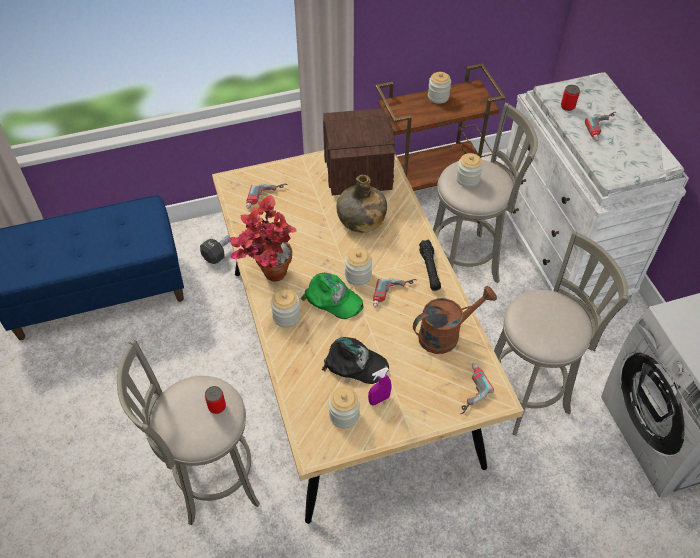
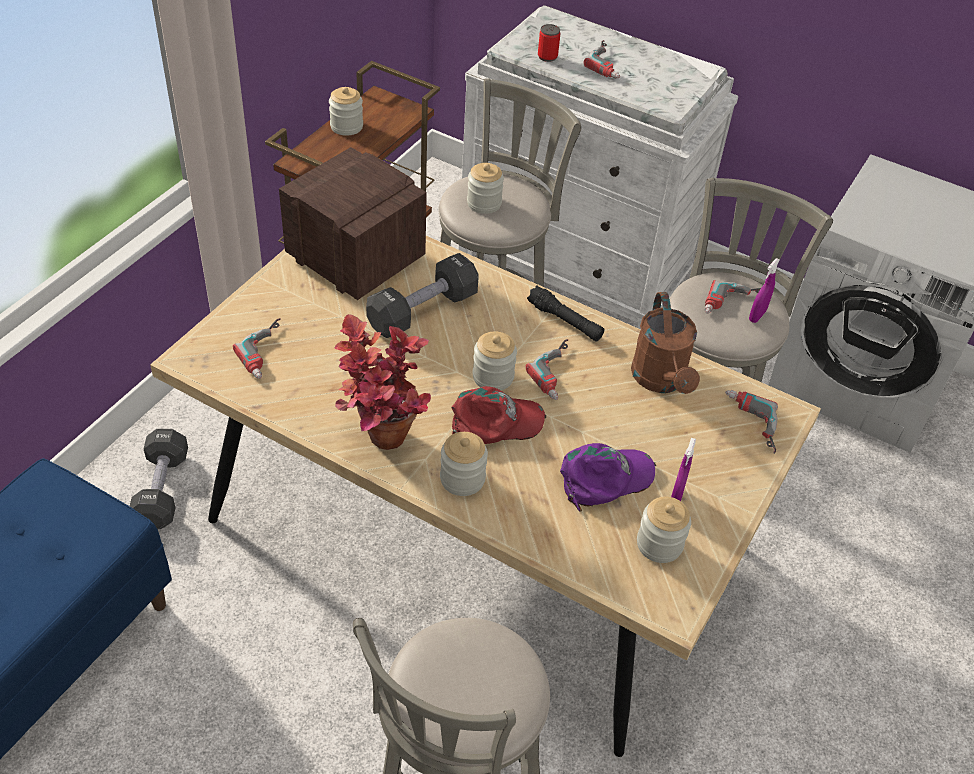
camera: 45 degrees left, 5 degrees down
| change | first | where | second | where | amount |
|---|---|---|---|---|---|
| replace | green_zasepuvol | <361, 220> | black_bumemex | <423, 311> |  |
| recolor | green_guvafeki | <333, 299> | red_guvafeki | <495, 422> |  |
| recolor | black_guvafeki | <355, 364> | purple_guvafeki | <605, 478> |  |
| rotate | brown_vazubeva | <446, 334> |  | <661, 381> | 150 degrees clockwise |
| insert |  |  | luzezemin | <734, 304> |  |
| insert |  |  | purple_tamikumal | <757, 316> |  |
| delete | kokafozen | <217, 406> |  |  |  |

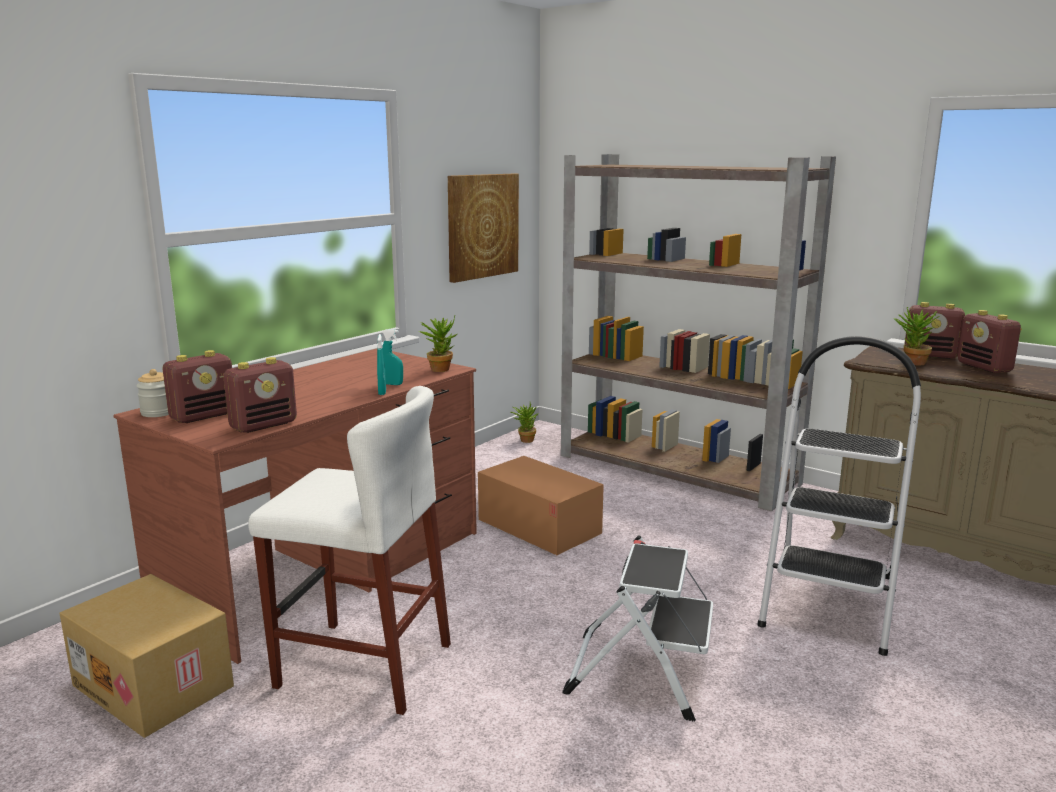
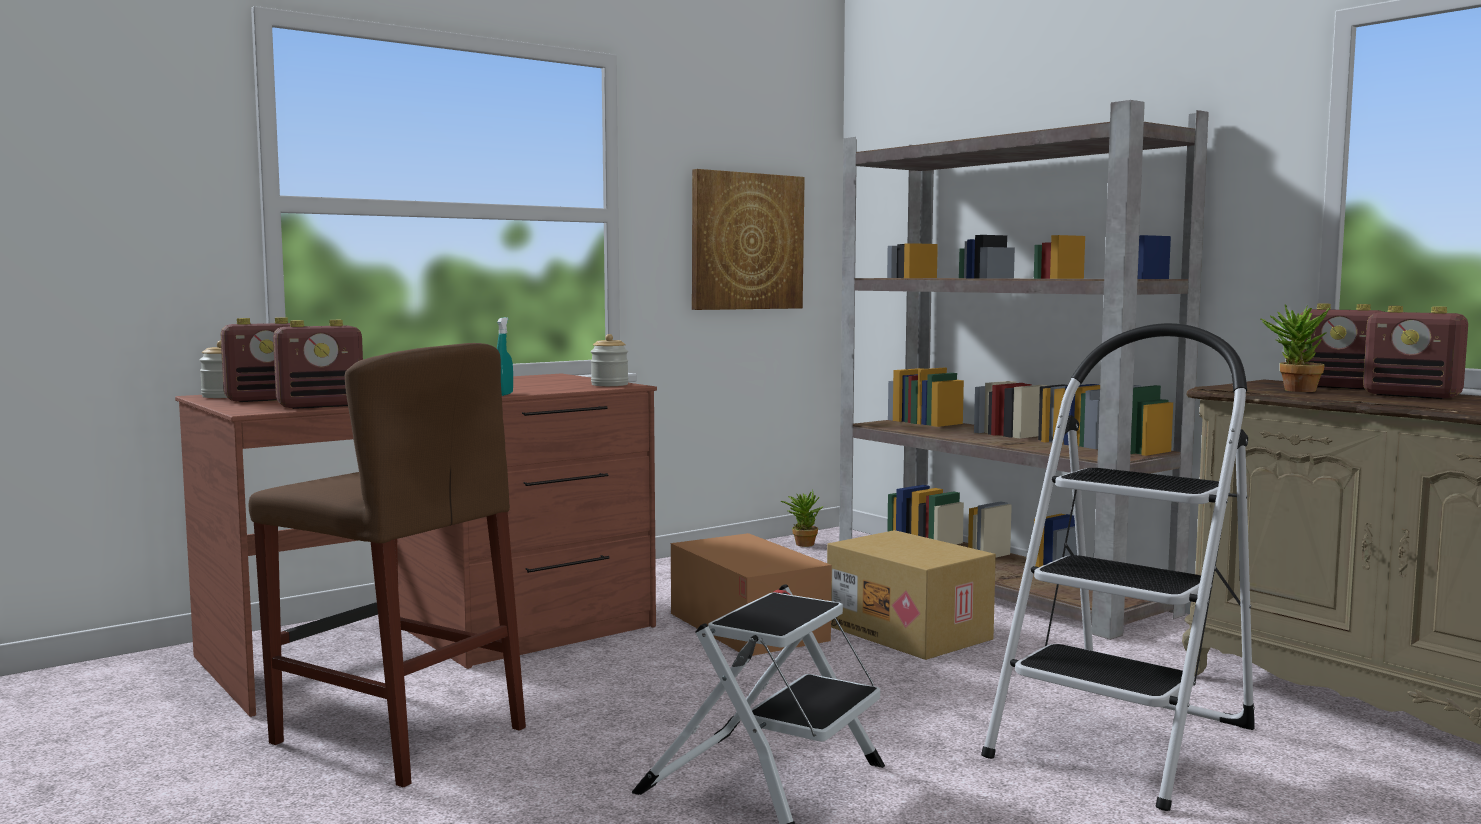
camera: 15 degrees right, 10 degrees down
| change | first | where | second | where | amount |
|---|---|---|---|---|---|
| recolor | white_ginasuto | <364, 665> | brown_ginasuto | <398, 735> |  |
| replace | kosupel | <440, 368> | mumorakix | <609, 385> |  |
| move | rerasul | <156, 685> |  | <911, 632> |  |
| rotate | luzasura | <985, 368> |  | <1413, 396> | 45 degrees counterclockwise |
| delete | turquoise_tamikumal | <392, 384> |  |  |  |

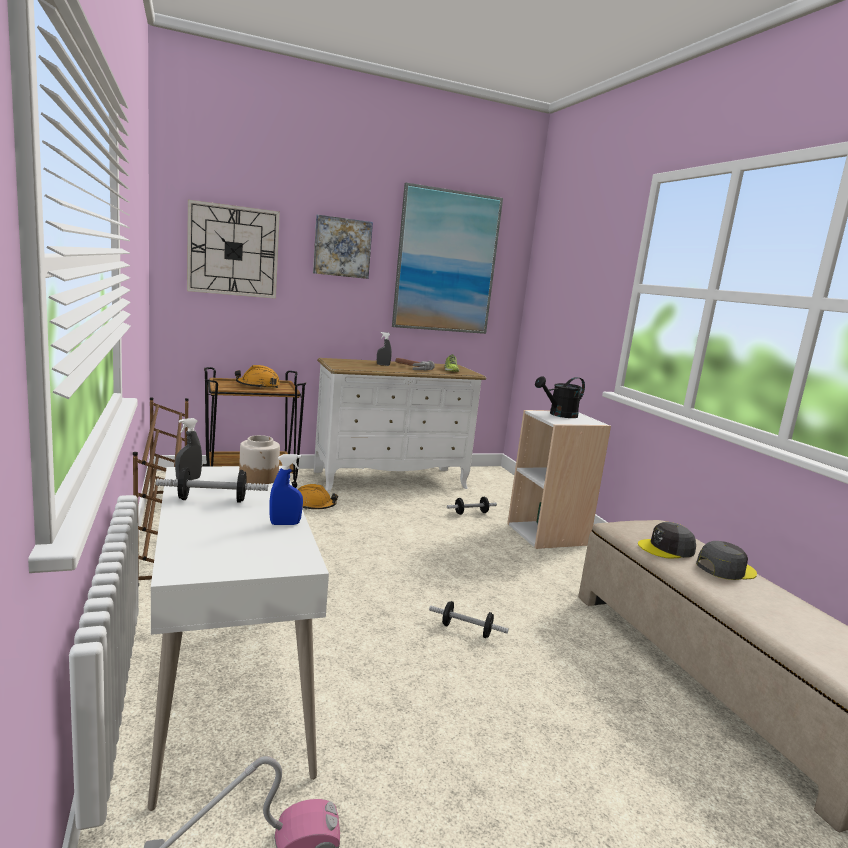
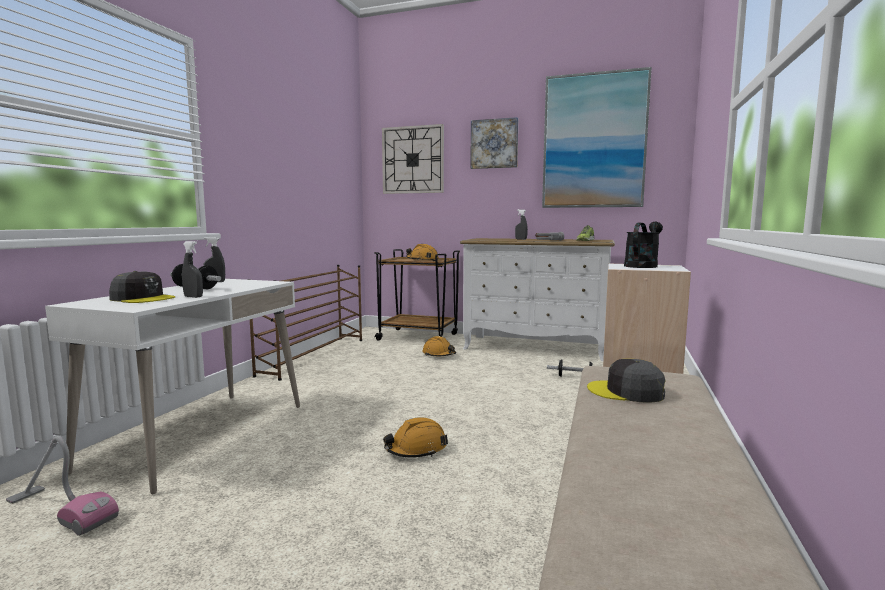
camera: 40 degrees right, 5 degrees down
| change | first | where | second | where | amount |
|---|---|---|---|---|---|
| move | grey_guvafeki | <725, 568> |  | <143, 298> |  |
| recolor | blue_tamikumal | <285, 524> | grey_tamikumal | <193, 297> |  |
| replace | bumemex | <466, 630> | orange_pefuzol | <416, 449> |  |
| rotate | black_vazubeva | <559, 415> |  | <642, 266> | 120 degrees clockwise |
| delete | mumorakix | <259, 478> |  |  |  |

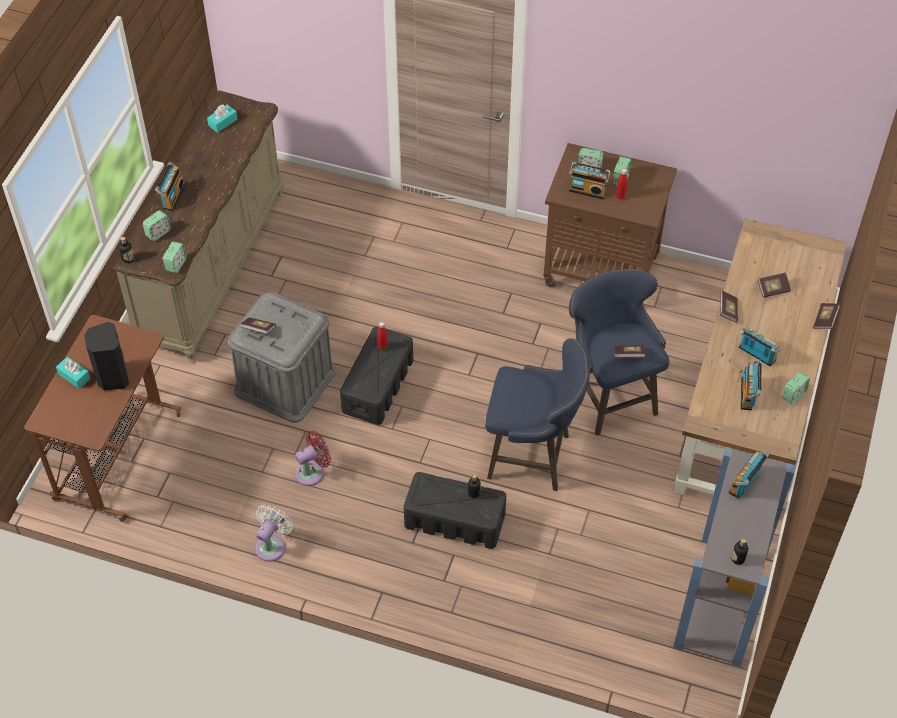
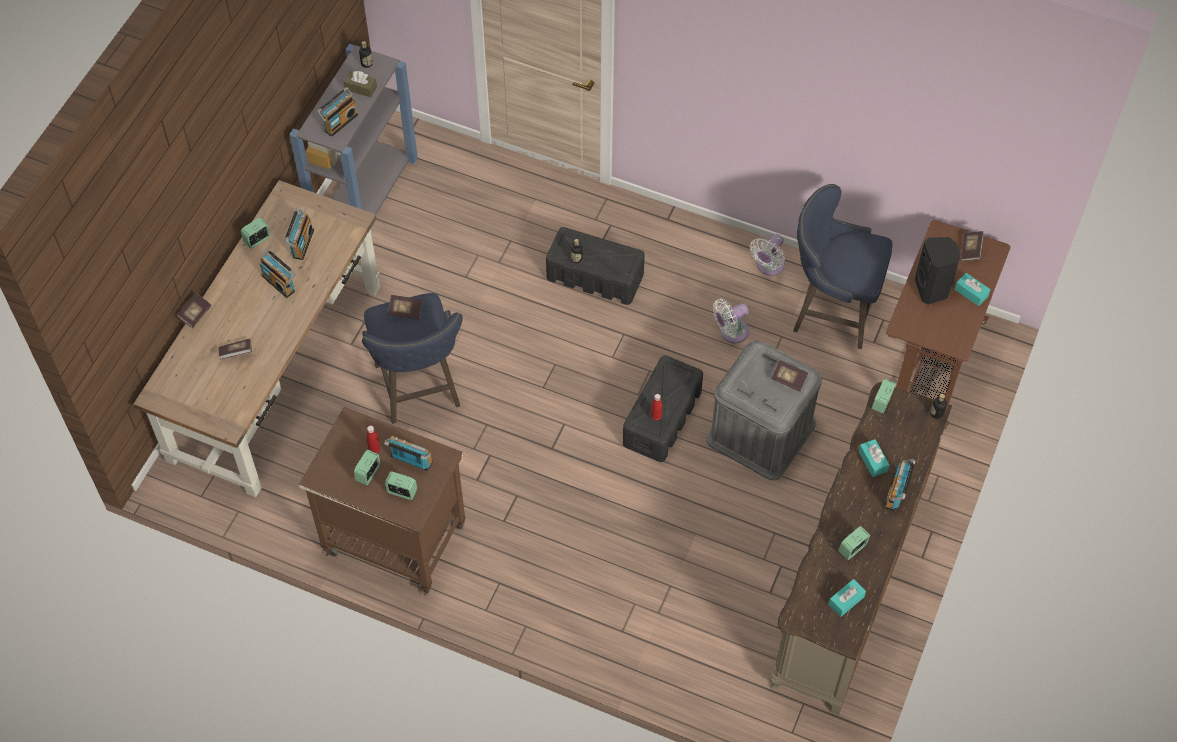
camera: 175 degrees left, 5 degrees up
| change | first | where | second | where | amount |
|---|---|---|---|---|---|
| insert |  |  | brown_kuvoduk | <360, 88> |  |
| recolor | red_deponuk | <312, 472> | white_deponuk | <731, 332> |  |
| move | blue_ginasuto | <533, 457> |  | <830, 311> |  |
| move | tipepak | <158, 233> |  | <852, 549> |  |
| insert |  |  | turquoise_kuvoduk | <873, 461> |  |
| move | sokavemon | <728, 311> |  | <970, 250> |  |

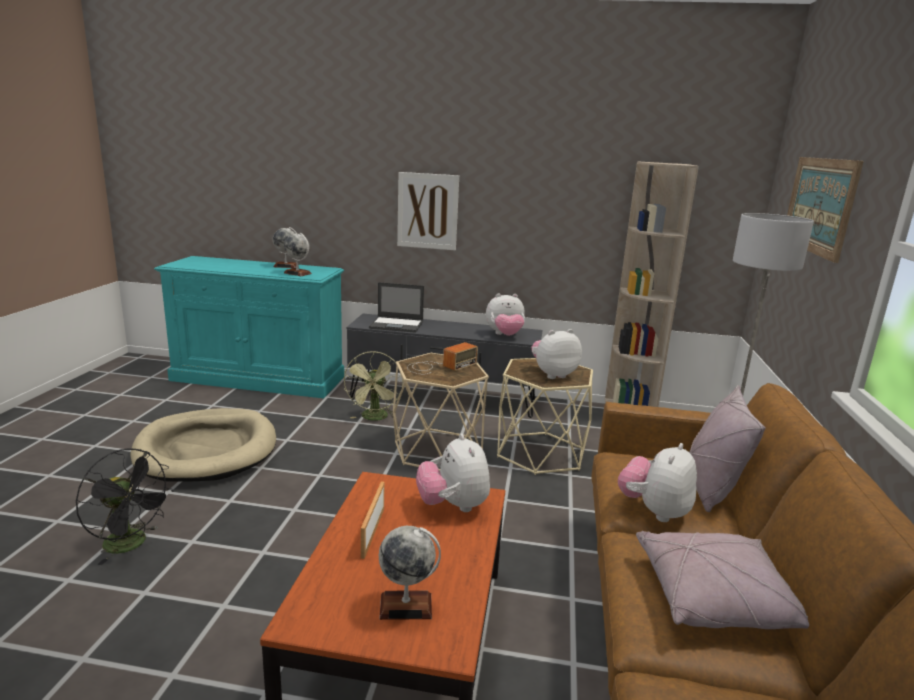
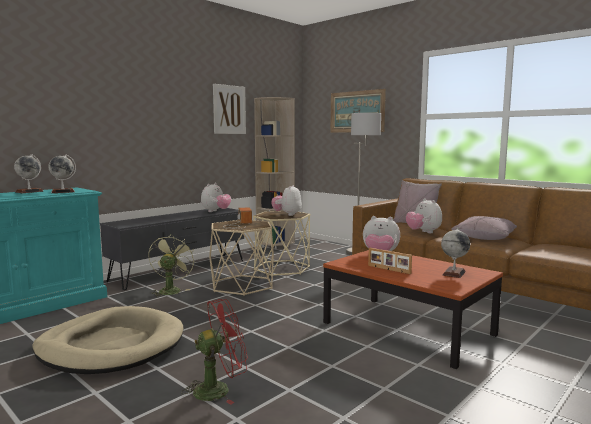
camera: 55 degrees left, 10 degrees down
| change | first | where | second | where | amount |
|---|---|---|---|---|---|
| rotate | green_deponuk | <375, 418> |  | <170, 290> | 120 degrees counterclockwise |
| recolor | black_deponuk | <132, 544> | red_deponuk | <219, 389> |  |
| move | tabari | <427, 211> |  | <229, 109> |  |
| delete | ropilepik | <397, 325> |  |  |  |

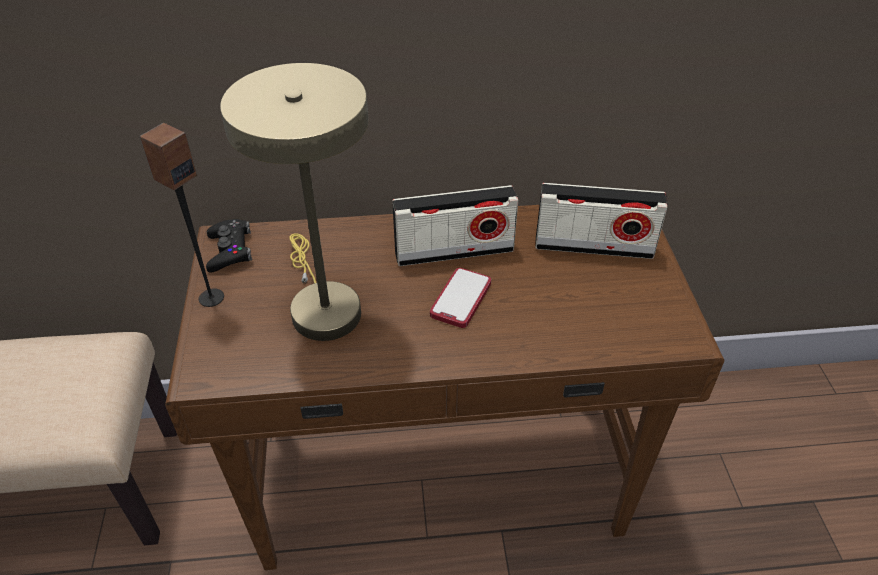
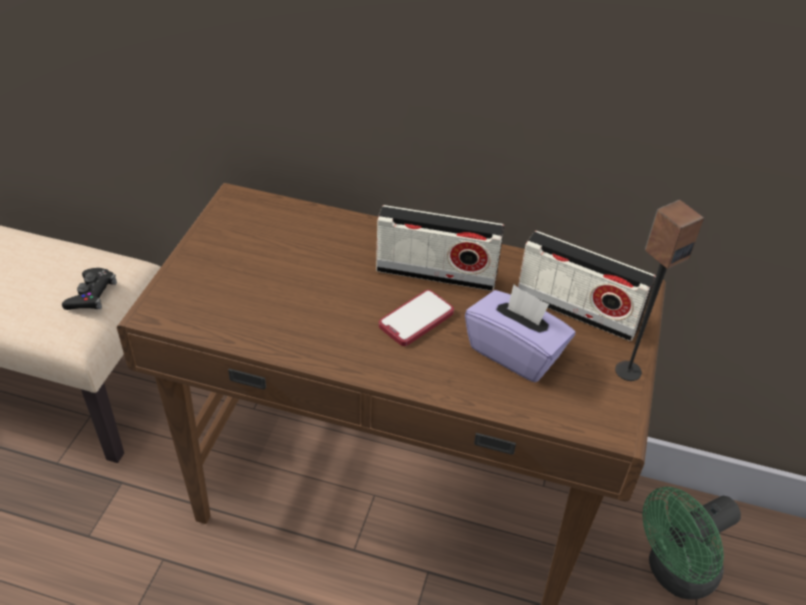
camera: 20 degrees right, 0 degrees up
| change | first | where | second | where | amount |
|---|---|---|---|---|---|
| move | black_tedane | <230, 250> |  | <91, 294> |  |
| insert |  |  | purple_kuvoduk | <515, 352> |  |
| move | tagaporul | <211, 297> |  | <627, 370> |  |
| insert |  |  | green_deponuk | <674, 574> |  |
| delete | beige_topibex | <321, 306> |  |  |  |

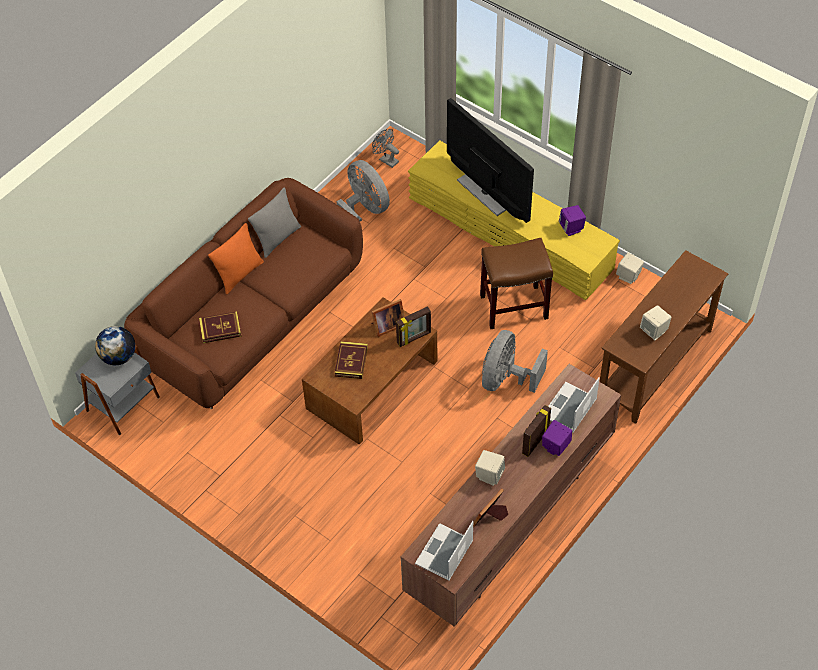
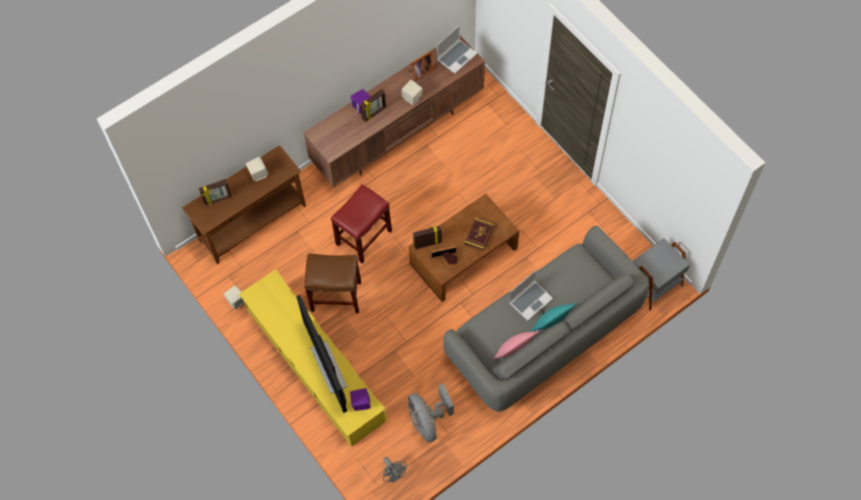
camera: 165 degrees left, 10 degrees up
| change | first | where | second | where | amount |
|---|---|---|---|---|---|
| insert |  |  | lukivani | <218, 199> |  |
| replace | grey_deponuk | <506, 379> | red_ginasuto | <364, 237> |  |
| move | purple_tagaporul | <571, 228> |  | <361, 403> |  |
| recolor | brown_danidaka | <252, 320> | grey_danidaka | <544, 334> |  |
| recolor | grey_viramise | <278, 238> | pink_viramise | <513, 352> |  |
| move | ropilepik | <569, 409> |  | <530, 300> |  |
| recolor | orange_viramise | <240, 274> | turquoise_viramise | <551, 324> |  |
| delete | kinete | <119, 357> |  |  |  |
| delete | sokavemon | <220, 329> |  |  |  |

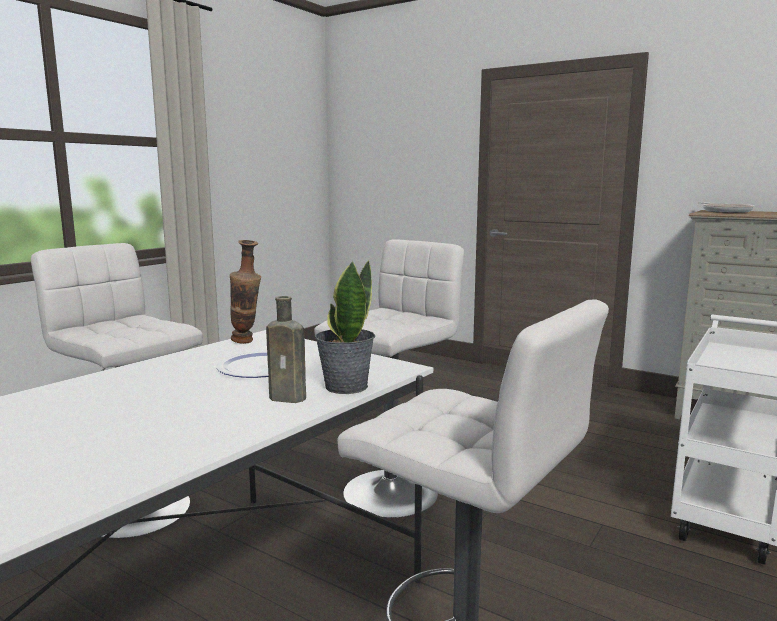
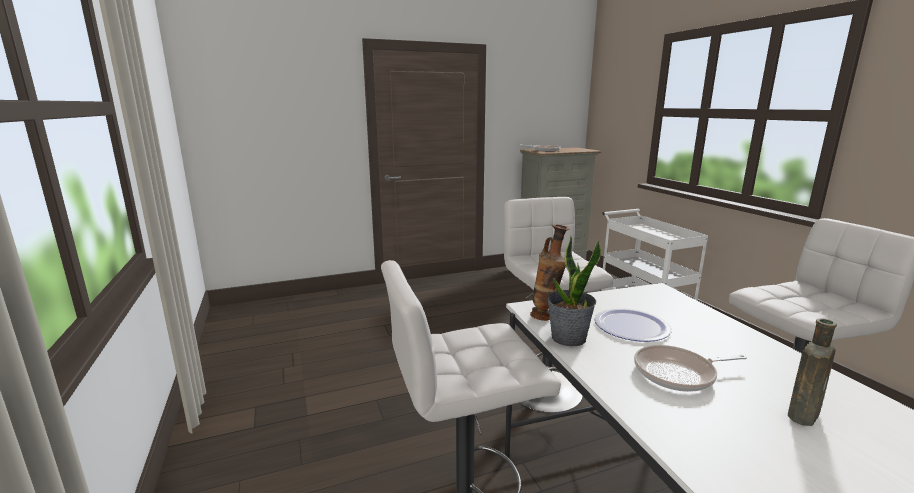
camera: 55 degrees left, 5 degrees up
| change | first | where | second | where | amount |
|---|---|---|---|---|---|
| move | kosupel | <345, 387> |  | <568, 338> |  |
| insert |  |  | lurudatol | <678, 373> |  |
| move | brown_zasepuvol | <290, 398> |  | <803, 414> |  |

